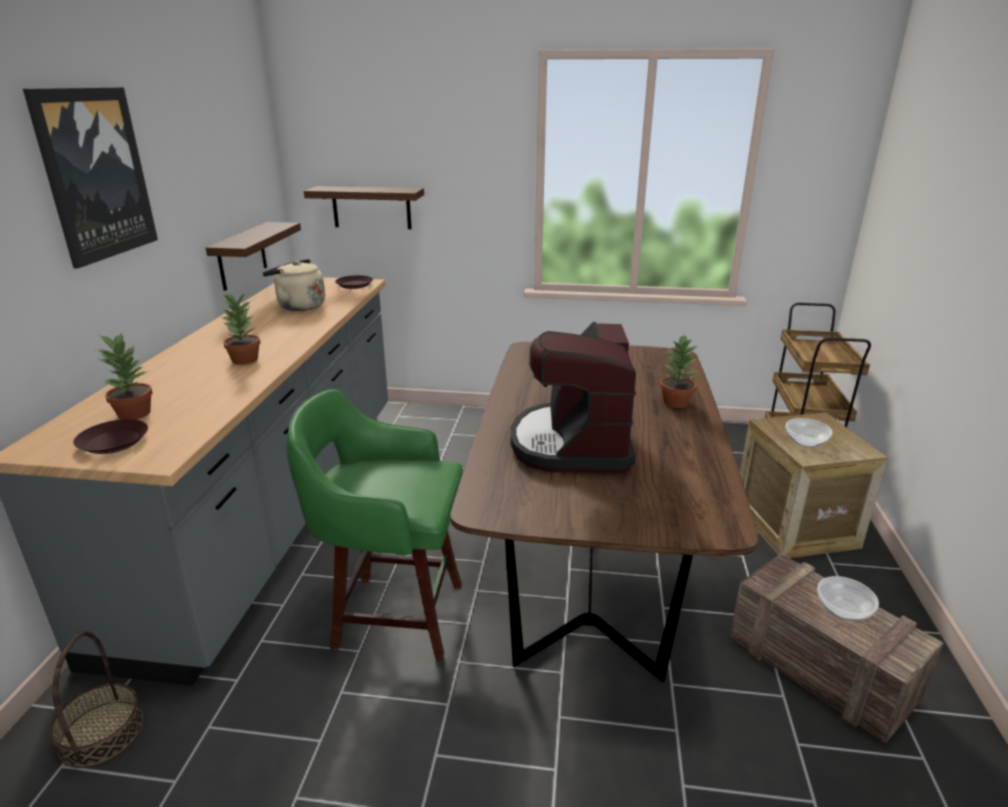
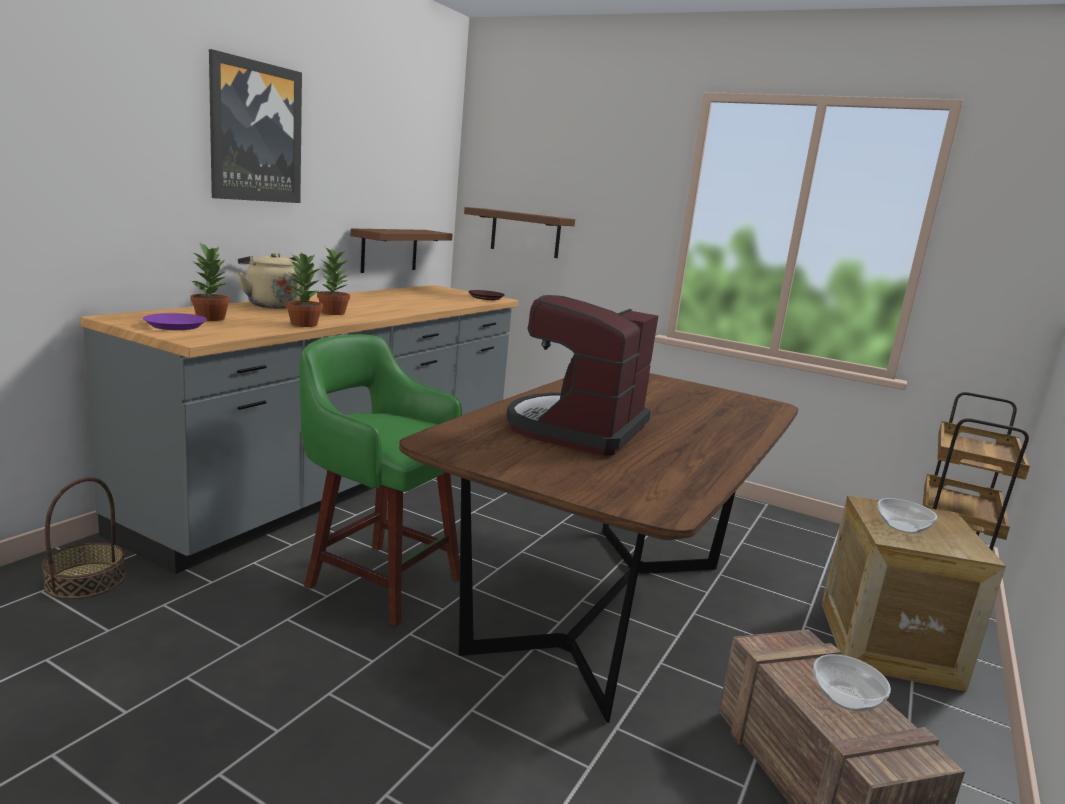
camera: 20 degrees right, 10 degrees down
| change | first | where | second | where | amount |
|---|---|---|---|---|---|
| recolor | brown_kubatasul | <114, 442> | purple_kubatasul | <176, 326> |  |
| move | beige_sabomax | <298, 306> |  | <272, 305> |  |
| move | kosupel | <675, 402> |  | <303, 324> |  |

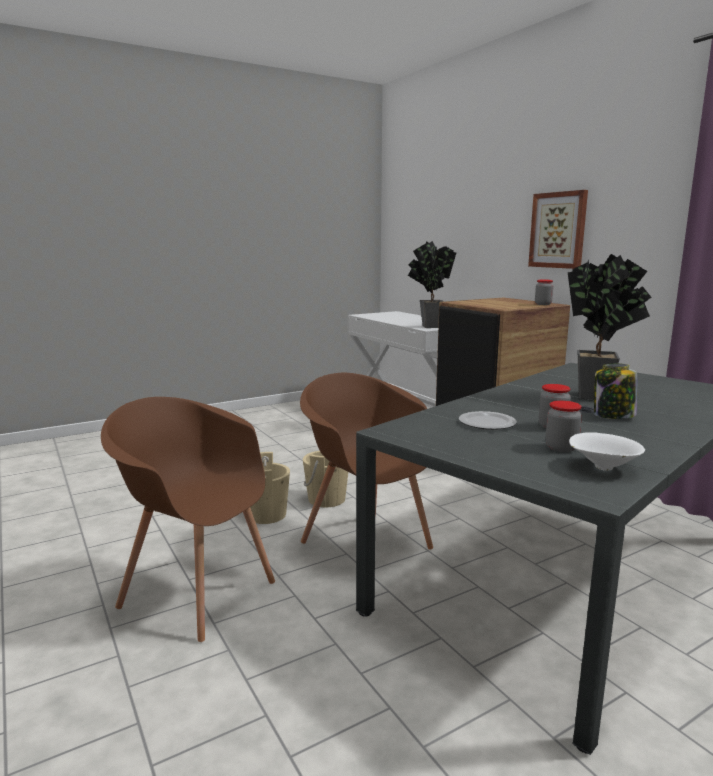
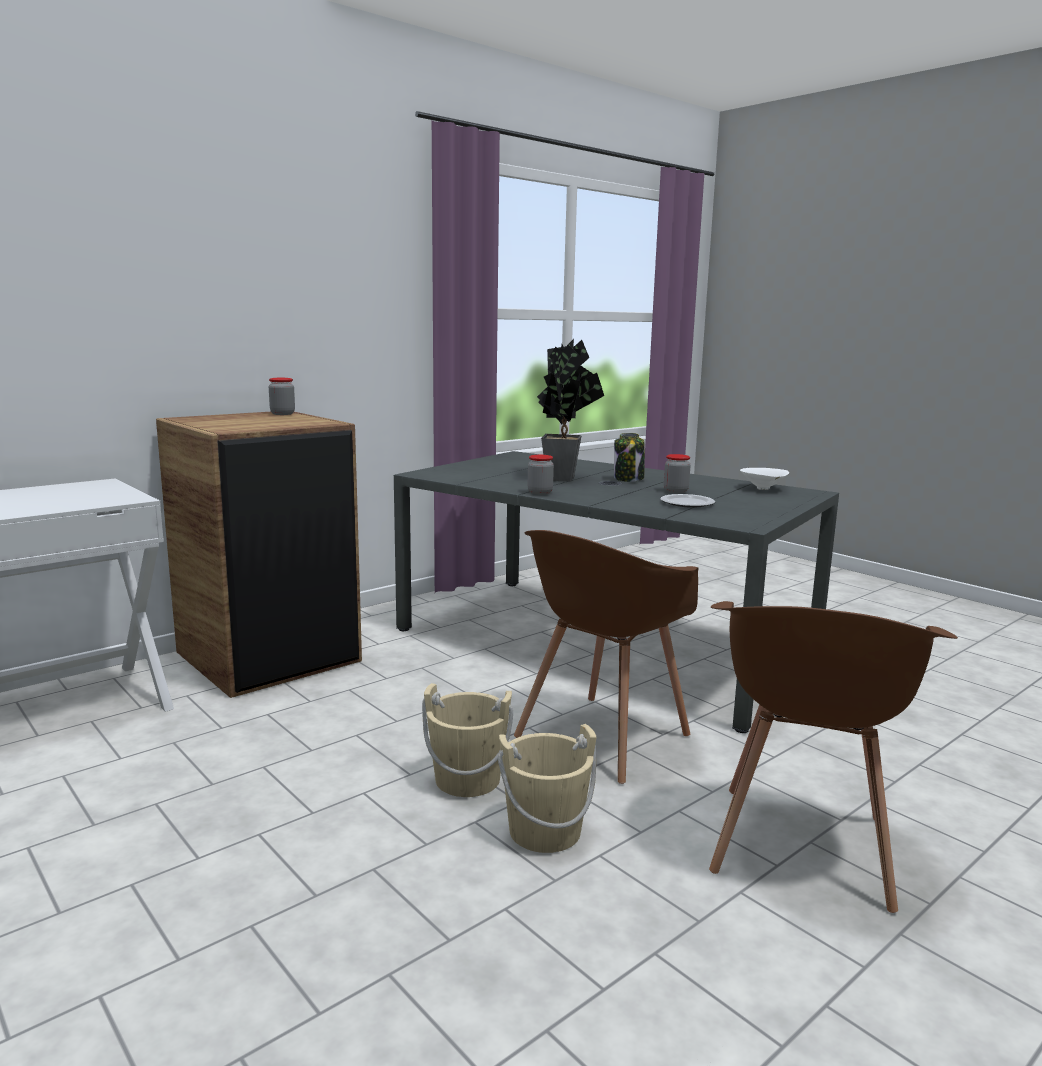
camera: 100 degrees left, 0 degrees up
| change | first | where | second | where | amount |
|---|---|---|---|---|---|
| move | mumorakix | <561, 448> |  | <540, 492> |  |
| delete | kosupel | <428, 326> |  |  |  |
| delete | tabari | <558, 230> |  |  |  |

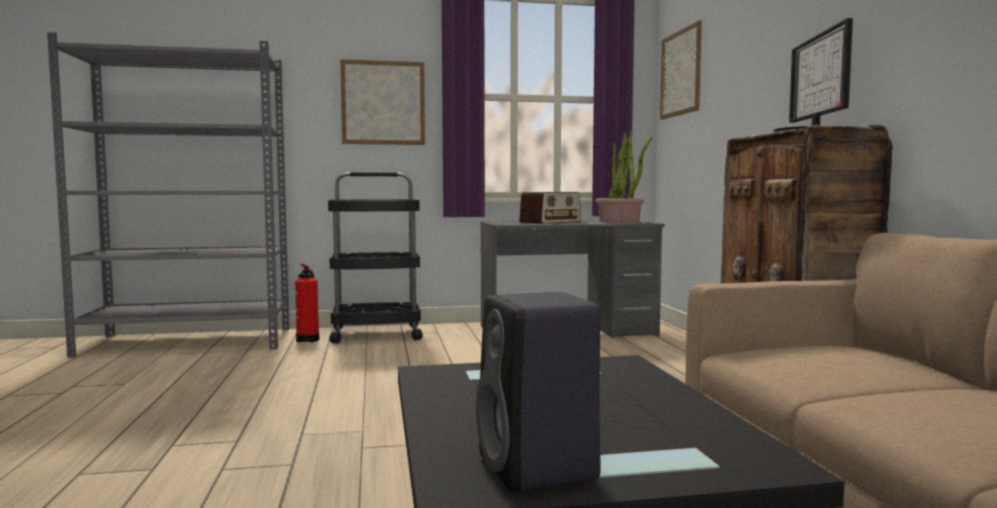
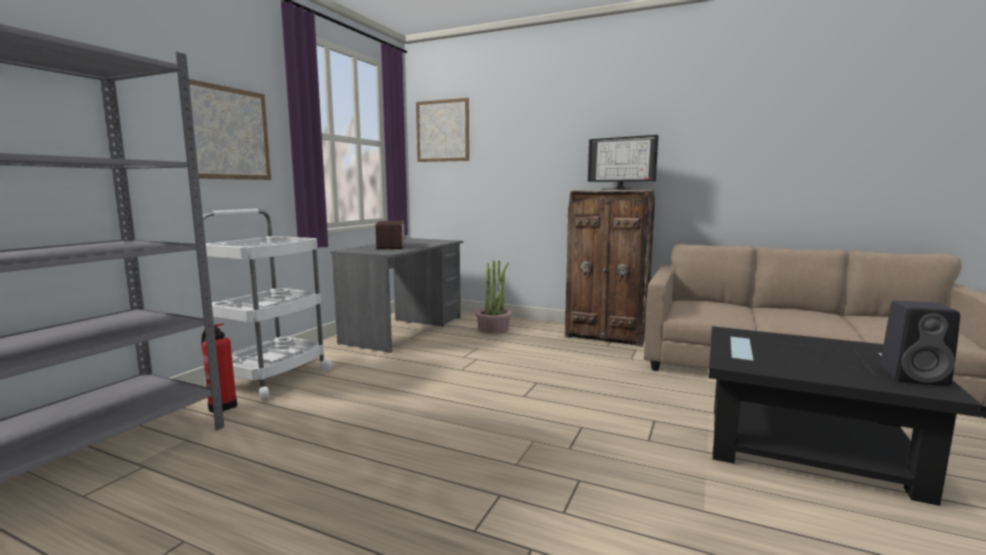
camera: 55 degrees left, 5 degrees up
| change | first | where | second | where | amount |
|---|---|---|---|---|---|
| recolor | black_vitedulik | <376, 334> | white_vitedulik | <272, 378> |  |
| move | kosupel | <619, 221> |  | <493, 328> |  |

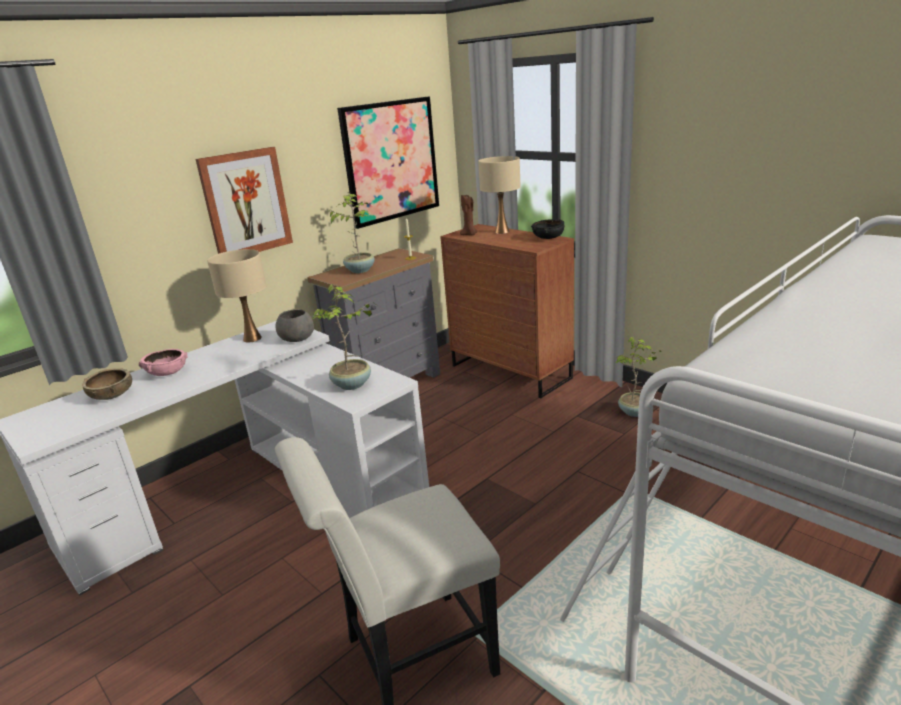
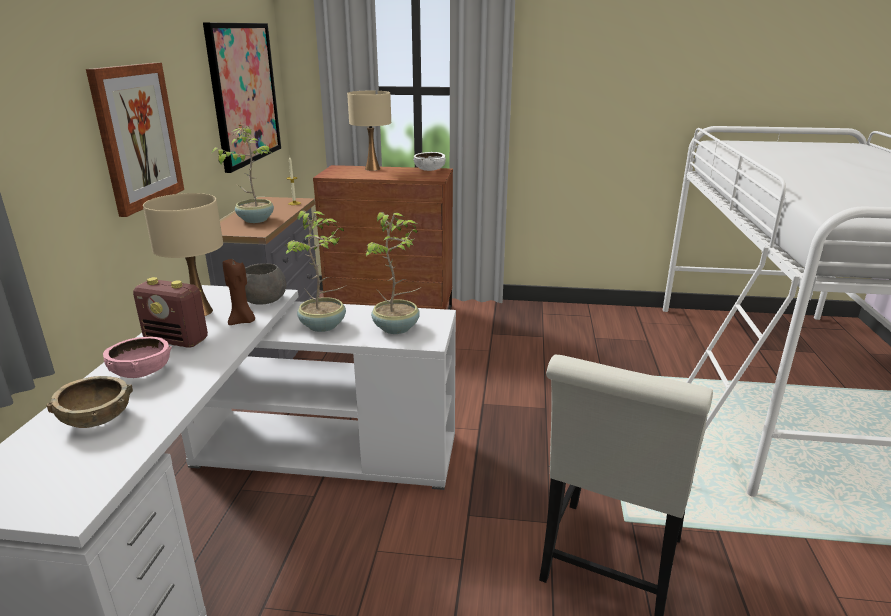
camera: 40 degrees left, 0 degrees up
| change | first | where | second | where | amount |
|---|---|---|---|---|---|
| insert |  |  | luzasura | <177, 340> |  |
| move | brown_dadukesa | <469, 234> |  | <243, 321> |  |
| move | kosupel | <635, 412> |  | <324, 326> |  |
| recolor | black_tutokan | <548, 237> | white_tutokan | <429, 170> |  |

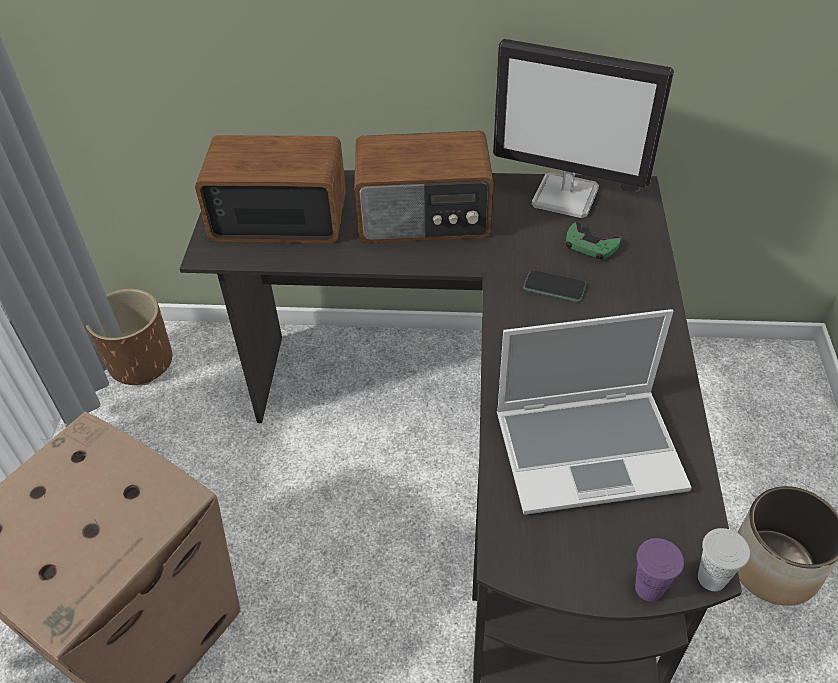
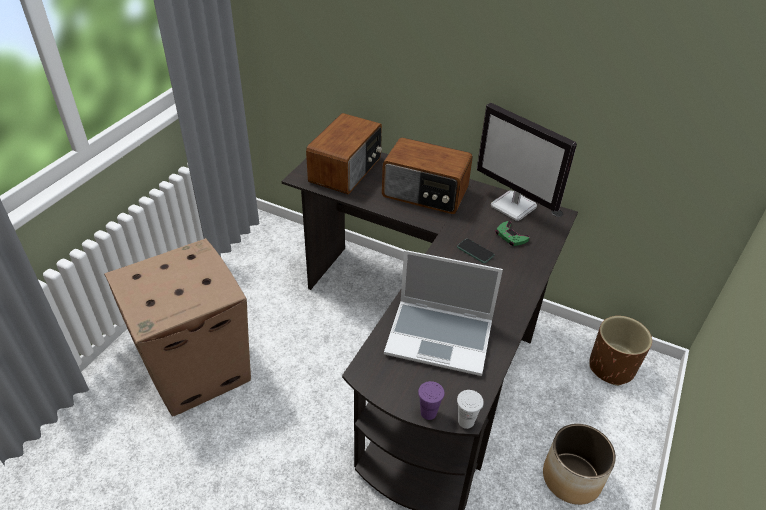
camera: 20 degrees right, 5 degrees down
| change | first | where | second | where | amount |
|---|---|---|---|---|---|
| rotate | luzasura | <279, 216> |  | <346, 170> | 90 degrees clockwise |
| move | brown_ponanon | <141, 362> |  | <611, 367> |  |

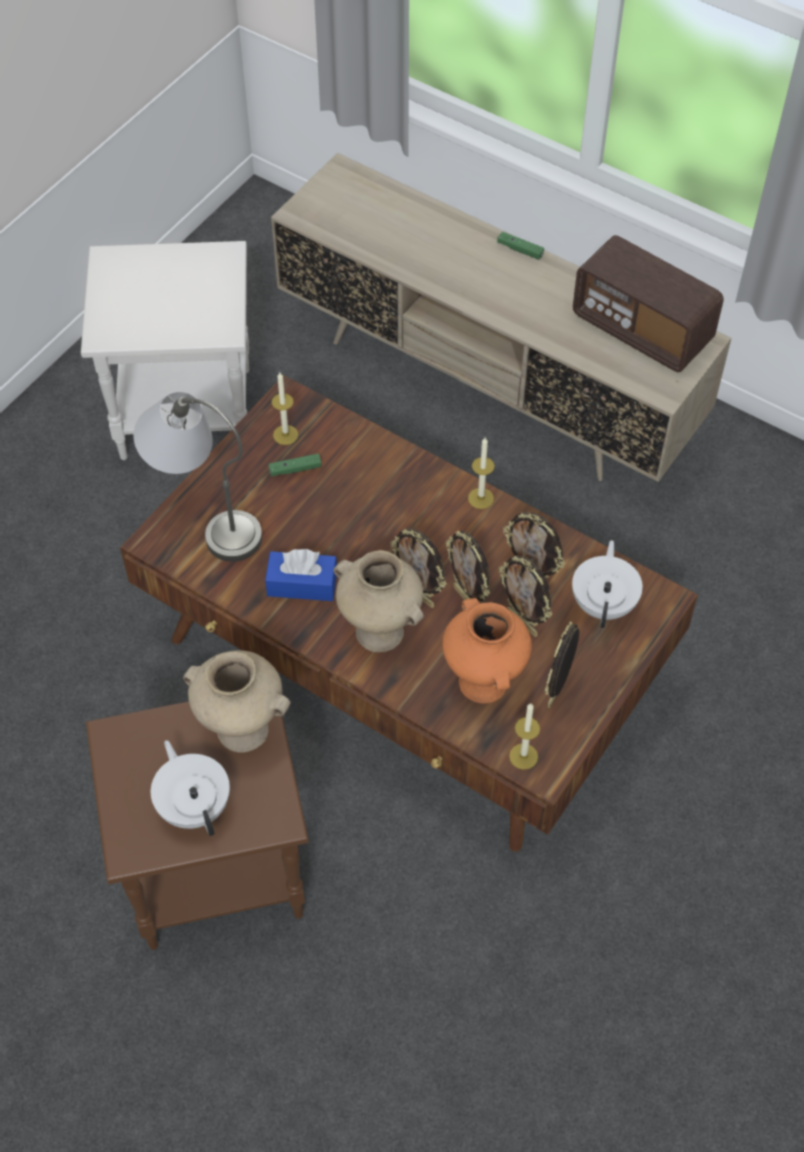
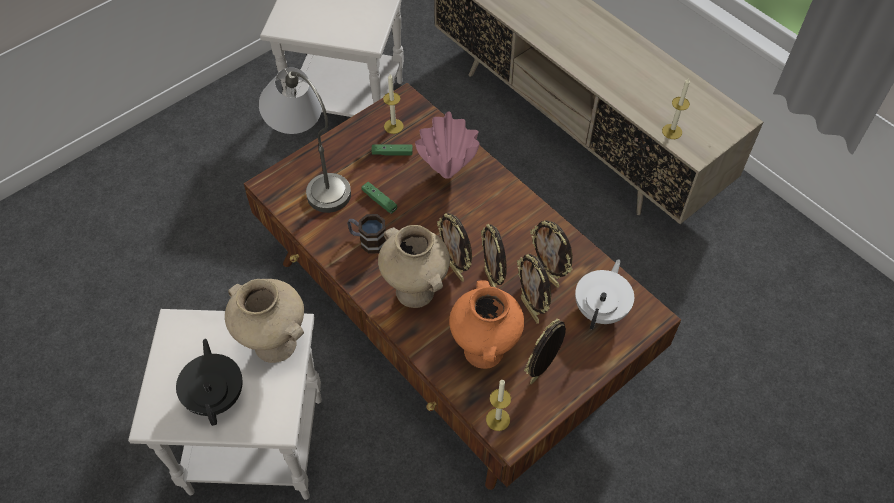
camera: 15 degrees right, 0 degrees up
| change | first | where | second | where | amount |
|---|---|---|---|---|---|
| recolor | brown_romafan | <217, 867> | white_romafan | <258, 443> |  |
| recolor | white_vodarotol | <194, 805> | black_vodarotol | <216, 396> |  |
| replace | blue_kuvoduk | <302, 584> | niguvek | <368, 240> |  |
| move | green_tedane | <520, 250> |  | <379, 200> |  |
| insert |  |  | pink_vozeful | <447, 174> |  |
| move | dadukesa | <480, 498> |  | <672, 131> |  |
| delete | luzasura | <642, 330> |  |  |  |

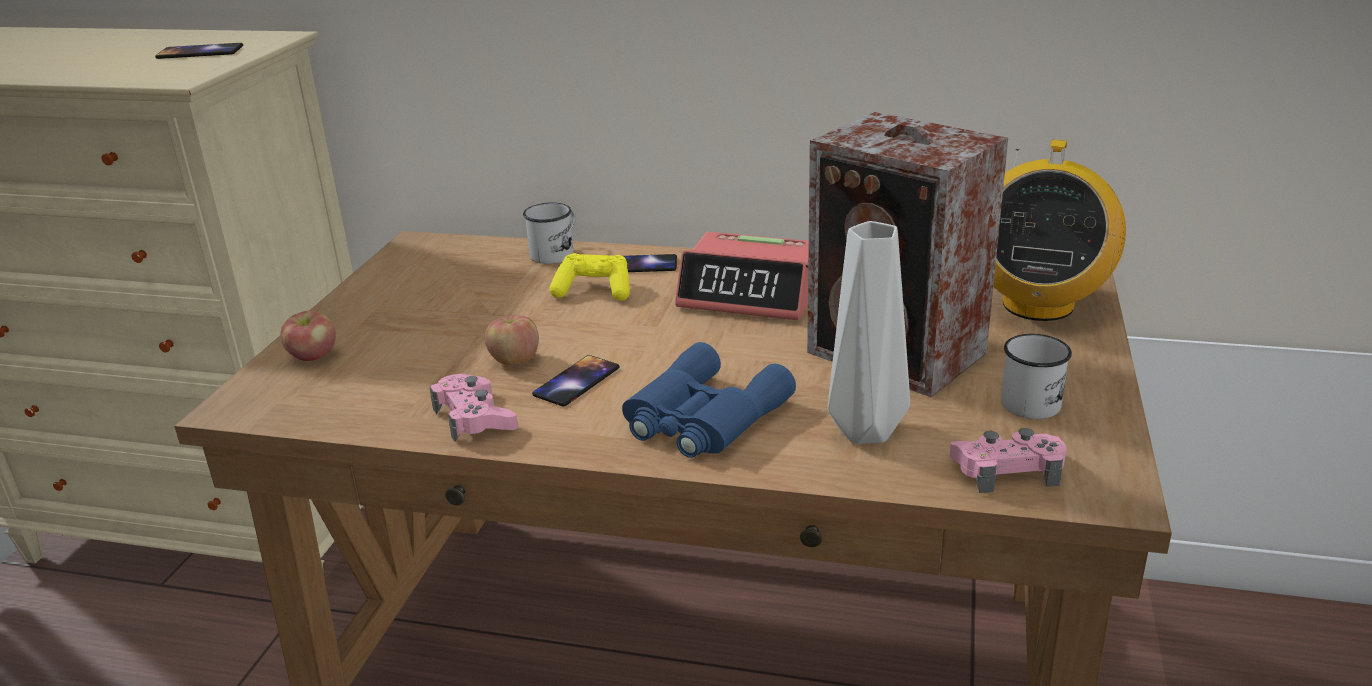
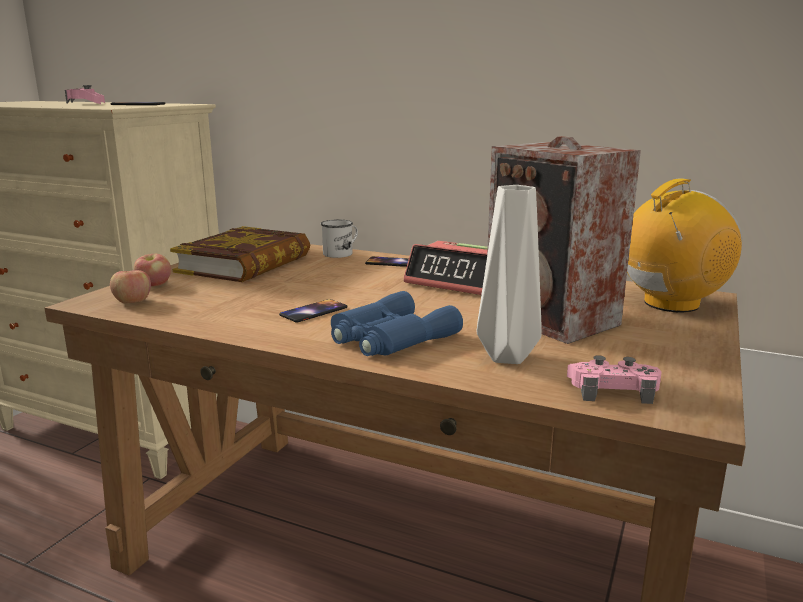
camera: 10 degrees right, 10 degrees down
| change | first | where | second | where | amount |
|---|---|---|---|---|---|
| move | pink_tedane | <474, 418> |  | <86, 103> |  |
| move | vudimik | <515, 360> |  | <133, 302> |  |
| insert |  |  | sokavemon | <245, 264> |  |
| rotate | luzasura | <1037, 304> |  | <671, 304> | 150 degrees counterclockwise |
| delete | yellow_tedane | <594, 290> |  |  |  |
| delete | white_niguvek | <1034, 399> |  |  |  |

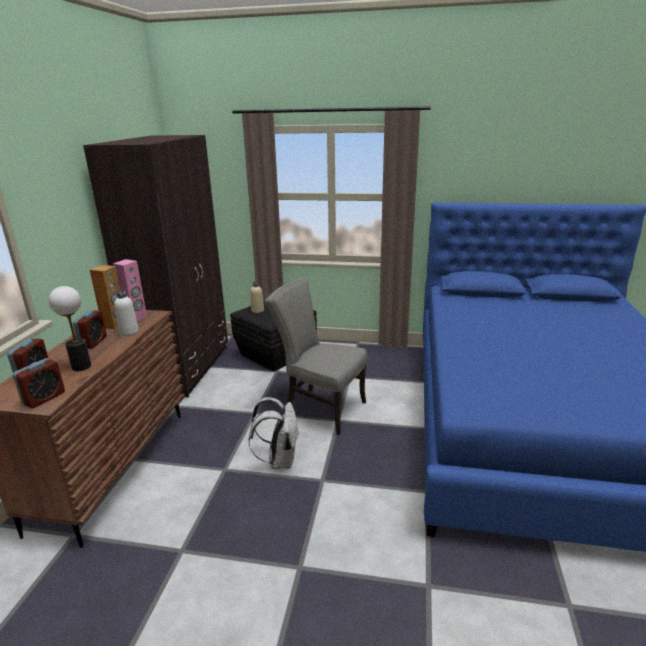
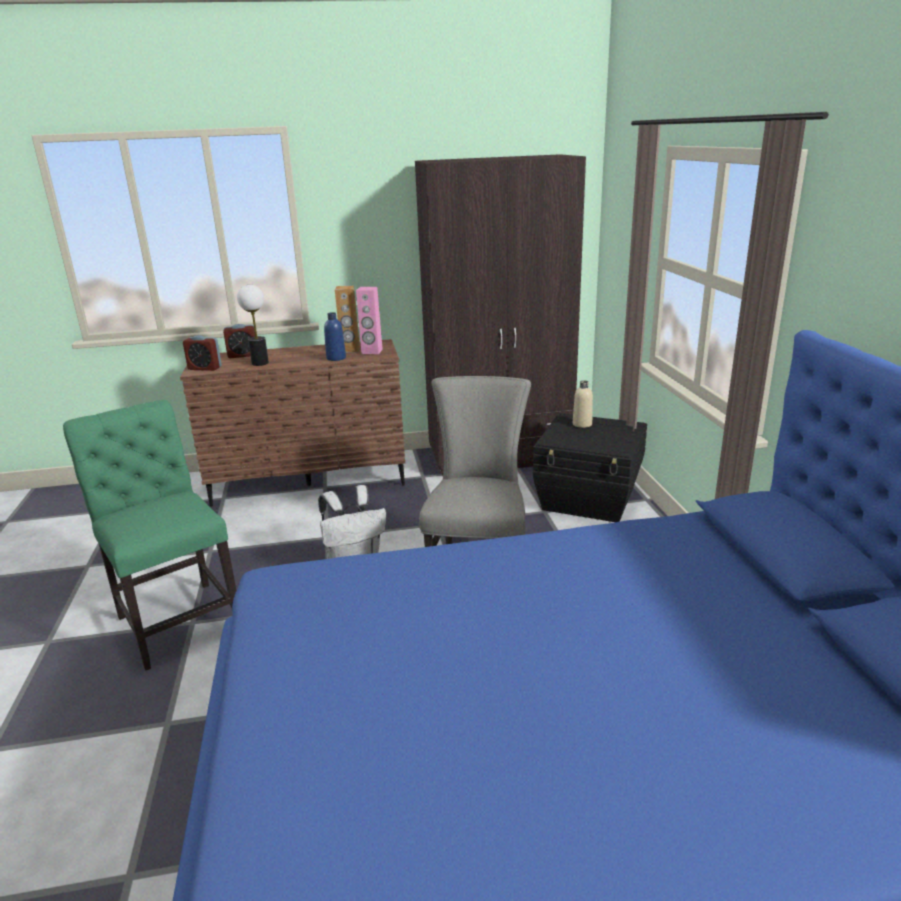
camera: 70 degrees right, 0 degrees up
| change | first | where | second | where | amount |
|---|---|---|---|---|---|
| insert |  |  | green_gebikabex | <178, 618> |  |
| recolor | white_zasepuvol | <129, 332> | blue_zasepuvol | <336, 358> |  |
| delete | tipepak | <93, 342> |  |  |  |

